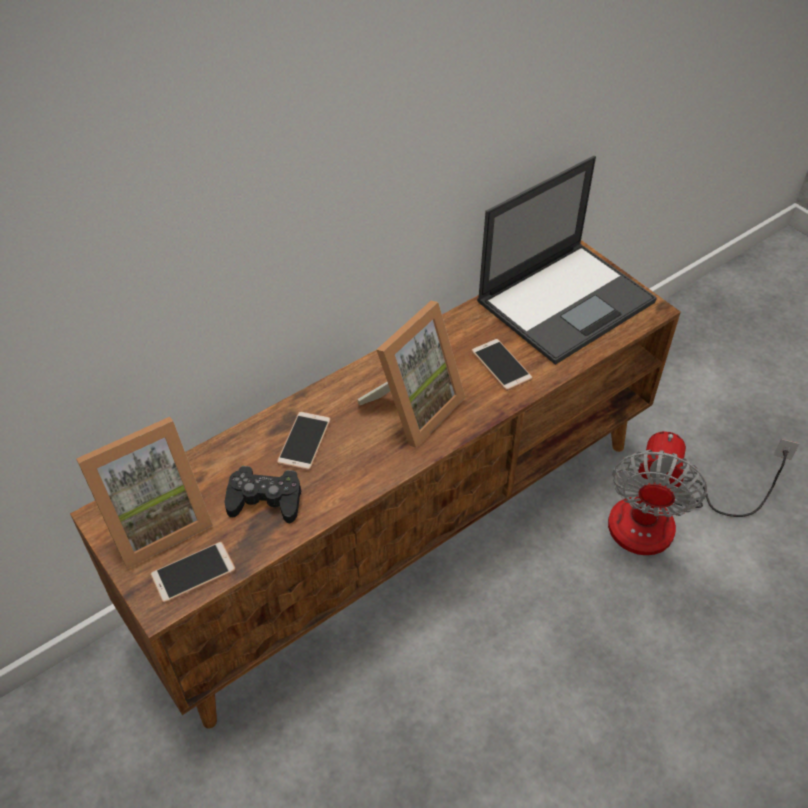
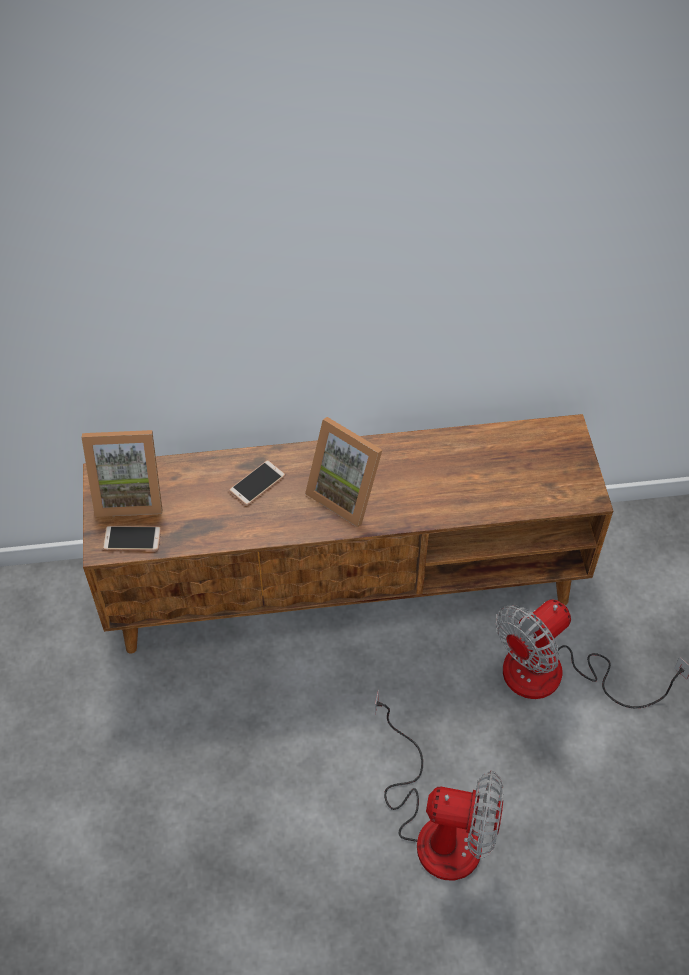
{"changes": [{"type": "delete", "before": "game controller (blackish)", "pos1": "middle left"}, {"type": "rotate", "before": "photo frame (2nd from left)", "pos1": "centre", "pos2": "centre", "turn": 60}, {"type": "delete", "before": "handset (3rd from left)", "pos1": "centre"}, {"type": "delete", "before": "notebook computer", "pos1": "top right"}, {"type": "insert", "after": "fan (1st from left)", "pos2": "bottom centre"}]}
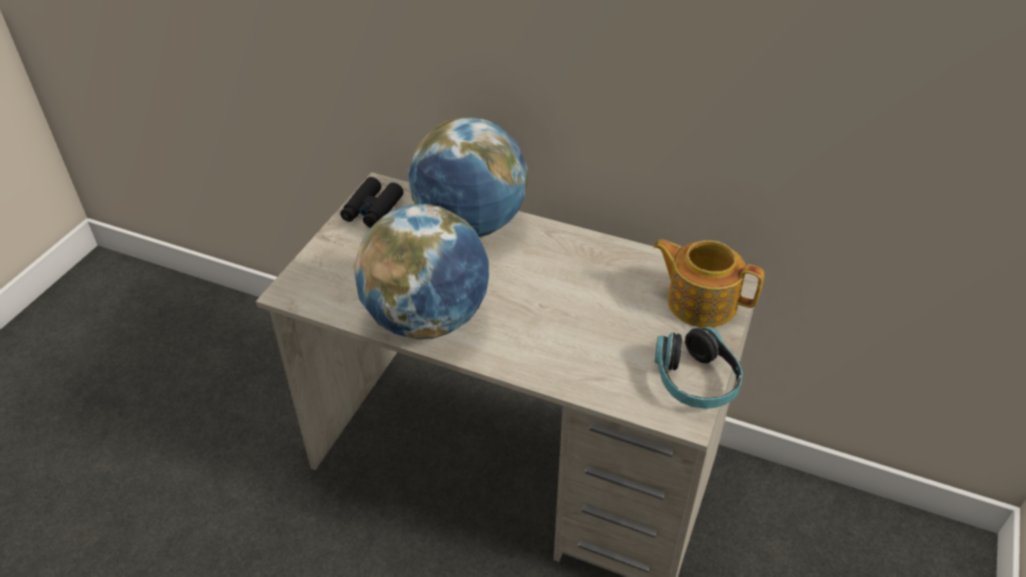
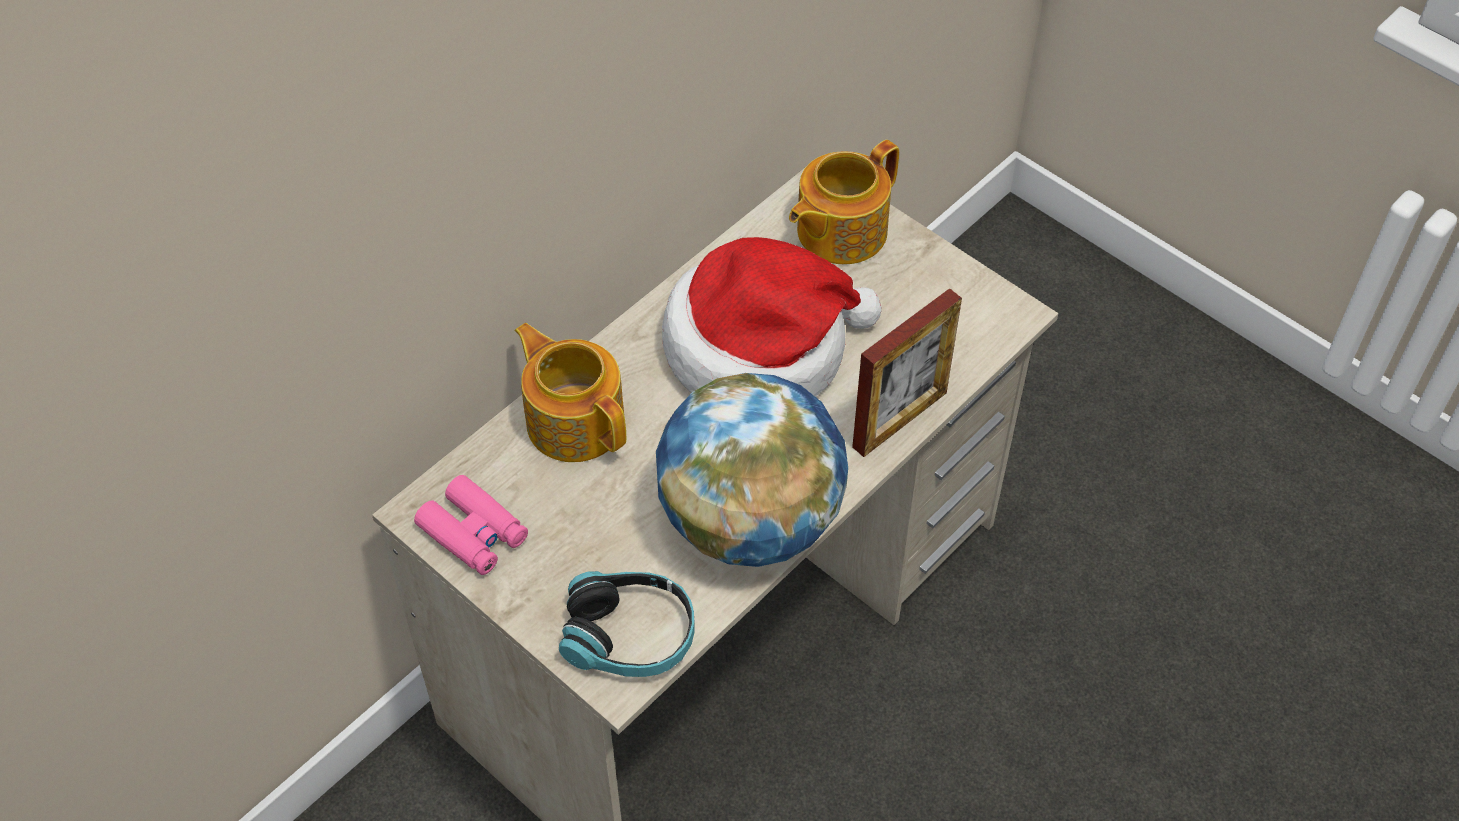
{"changes": [{"type": "recolor", "before": "pair of binoculars (blackish)", "after": "pair of binoculars (pink-coloured)", "pos1": "centre", "pos2": "middle left"}, {"type": "replace", "before": "globe (2nd from left)", "after": "tea pot (1st from left)", "pos1": "top centre", "pos2": "centre"}, {"type": "move", "before": "headphones", "pos1": "middle right", "pos2": "bottom centre"}, {"type": "insert", "after": "wearable hat", "pos2": "centre"}, {"type": "insert", "after": "photo frame", "pos2": "centre"}]}
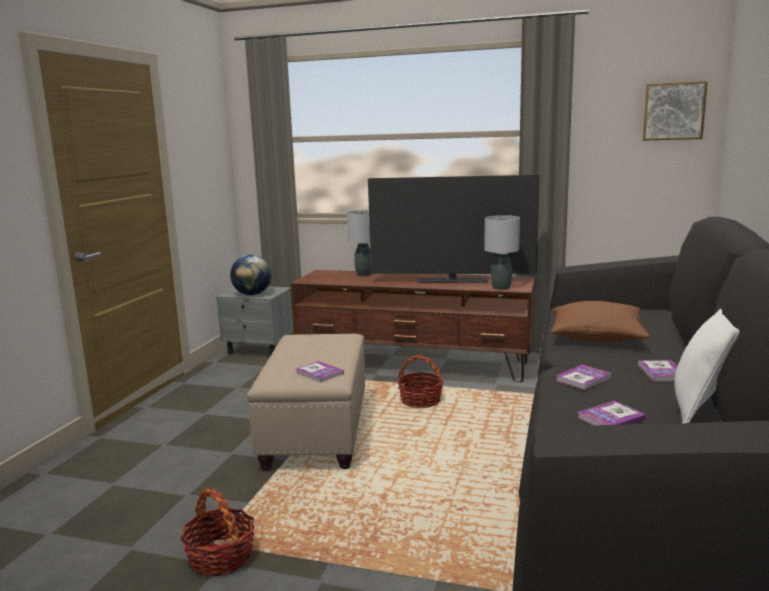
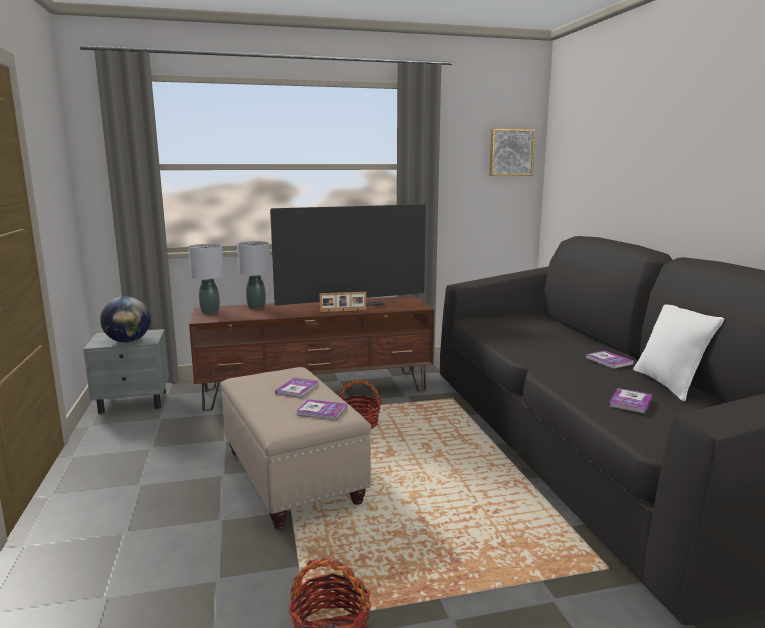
{"changes": [{"type": "move", "before": "tabletop lamp (greyish) (2nd from left in the first image)", "after": "tabletop lamp (greyish) (1st from left)", "pos1": "centre", "pos2": "middle left"}, {"type": "delete", "before": "pillow (brownish)", "pos1": "middle right"}, {"type": "move", "before": "volume (2nd from left in the first image)", "after": "volume (1st from left)", "pos1": "middle right", "pos2": "centre"}, {"type": "insert", "after": "photo frame", "pos2": "centre"}]}
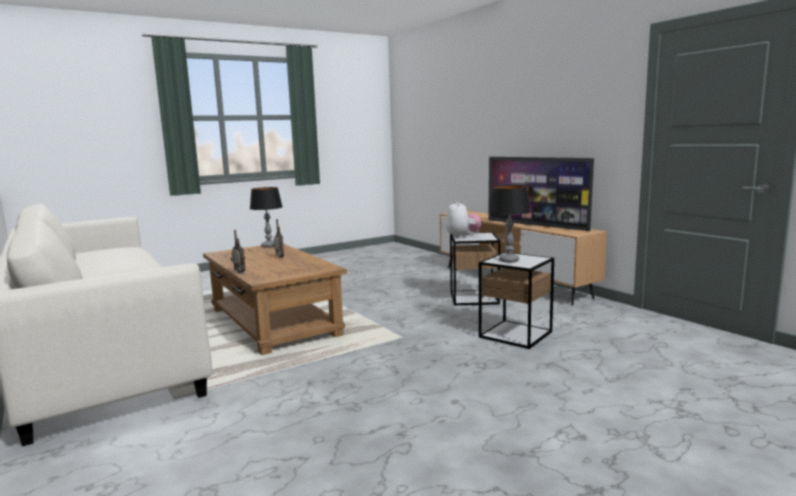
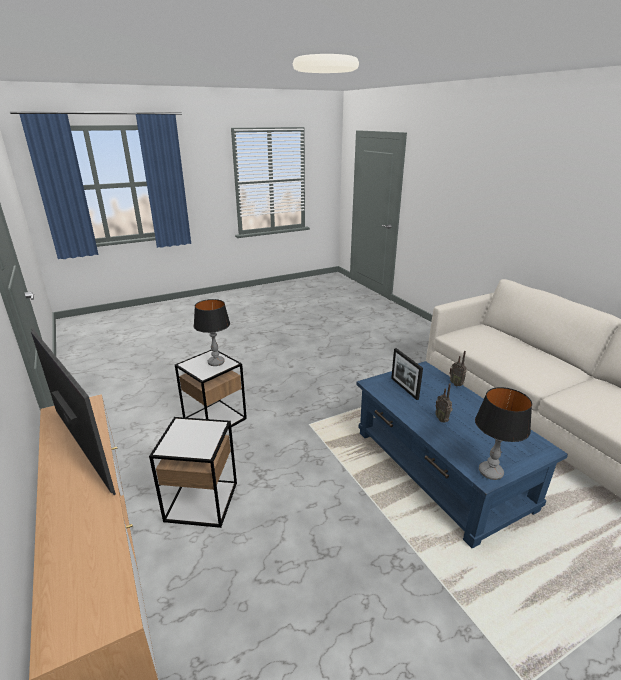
{"changes": [{"type": "recolor", "before": "low table (brownish)", "after": "low table (blue-coloured)", "pos1": "centre", "pos2": "bottom right"}, {"type": "delete", "before": "soft toy", "pos1": "centre"}, {"type": "insert", "after": "photo frame", "pos2": "centre"}]}
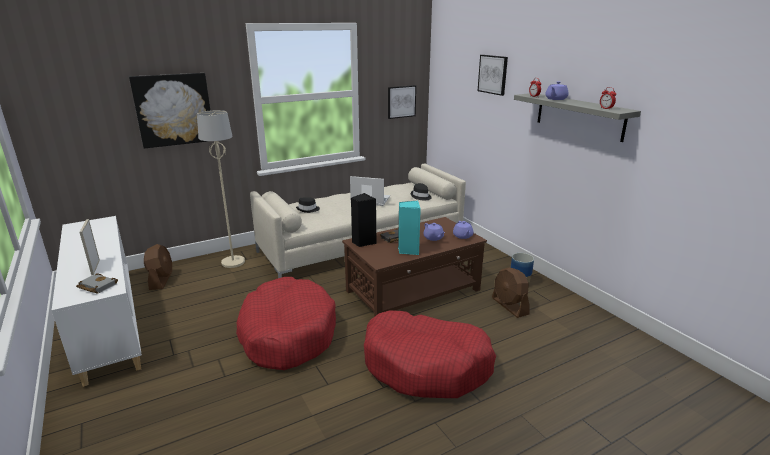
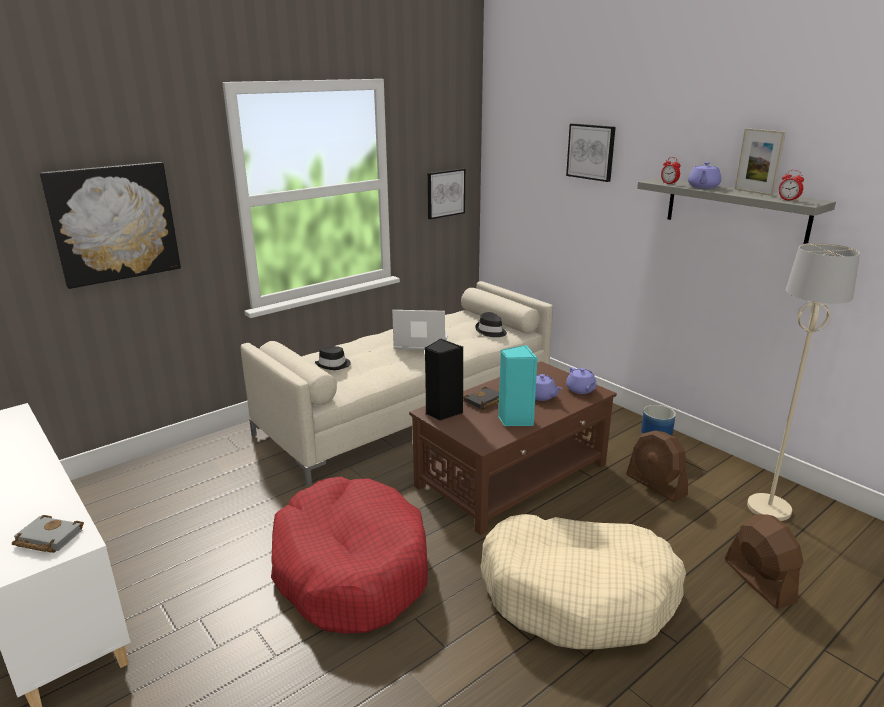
{"changes": [{"type": "move", "before": "photo frame", "pos1": "middle left", "pos2": "top right"}, {"type": "move", "before": "fan (brownish) (1st from left in the first image)", "after": "fan (brownish) (2nd from left)", "pos1": "middle left", "pos2": "bottom right"}, {"type": "move", "before": "standard lamp (sand-coloured)", "pos1": "middle left", "pos2": "middle right"}, {"type": "recolor", "before": "pet bed (red) (2nd from left)", "after": "pet bed (sand-coloured)", "pos1": "bottom centre", "pos2": "bottom centre"}]}
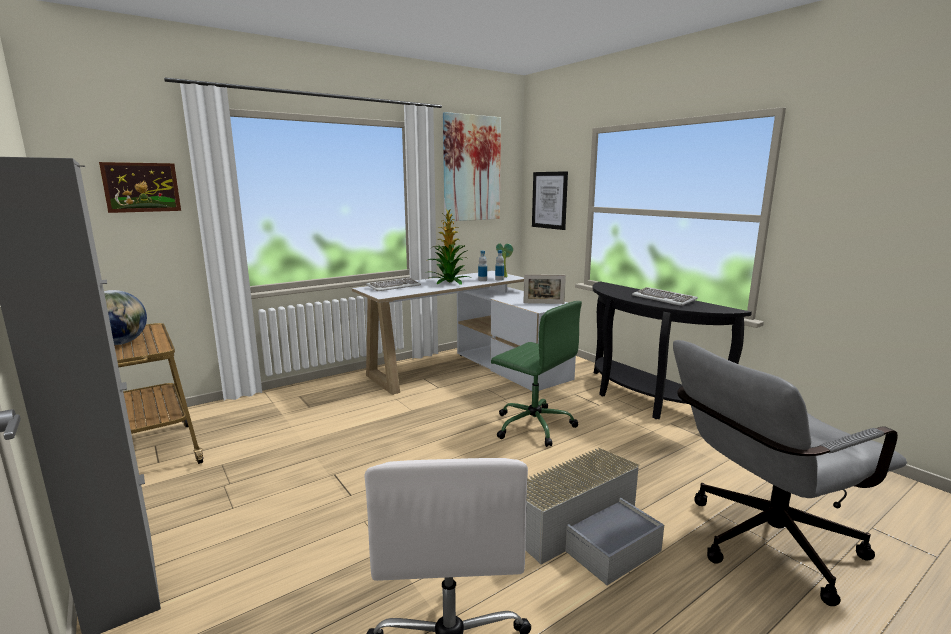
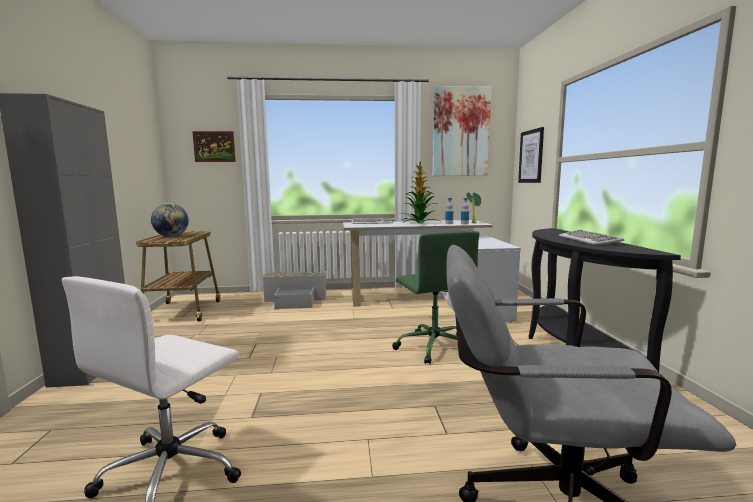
{"changes": [{"type": "delete", "before": "photo frame", "pos1": "centre"}, {"type": "move", "before": "storage box (greyish)", "pos1": "bottom centre", "pos2": "centre"}]}
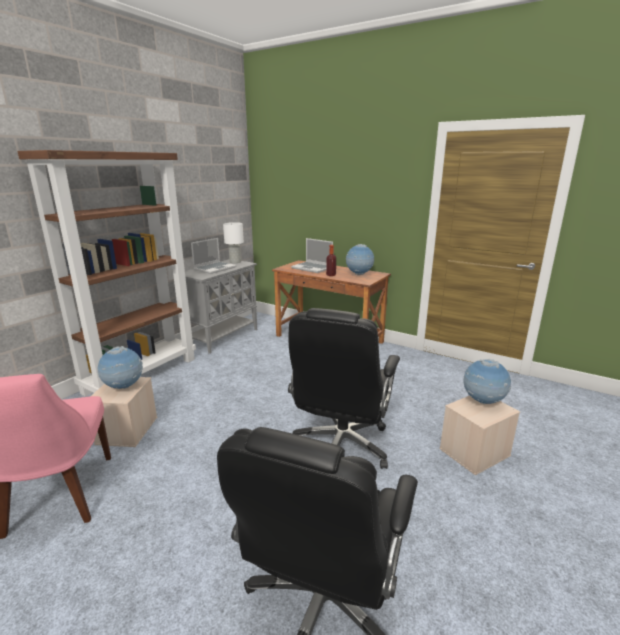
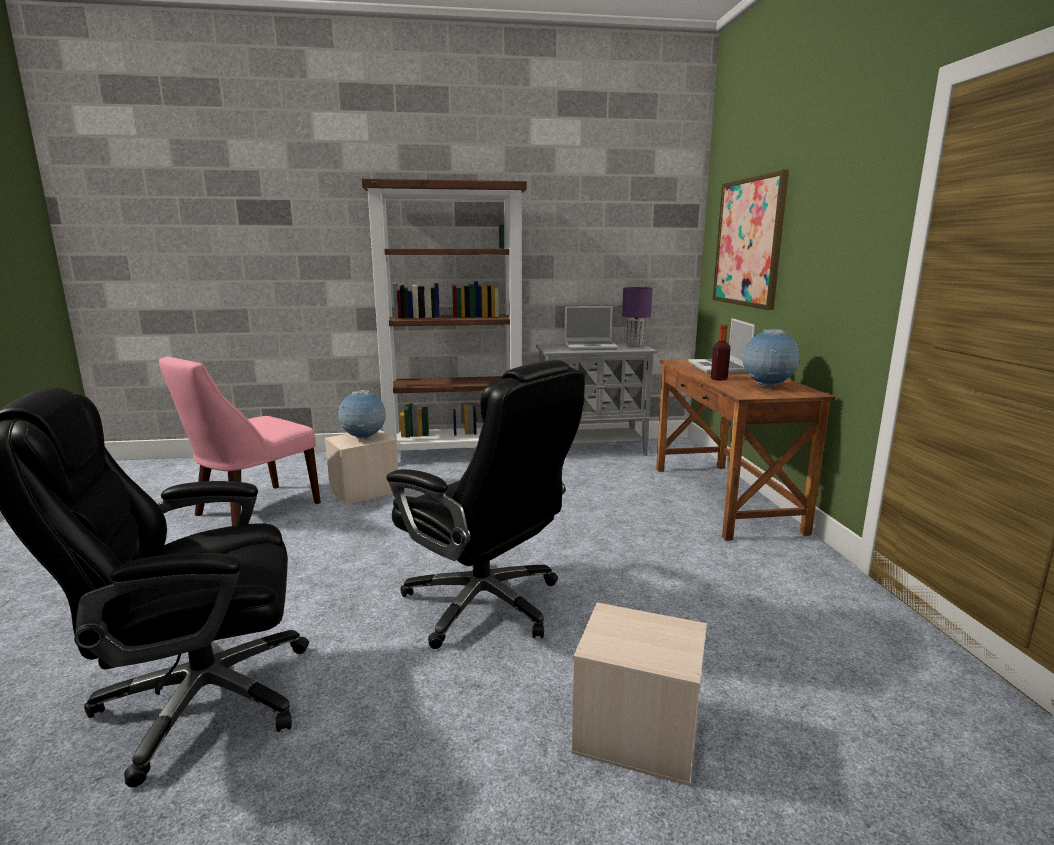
{"changes": [{"type": "recolor", "before": "tabletop lamp (whitish)", "after": "tabletop lamp (purplish)", "pos1": "centre", "pos2": "centre"}, {"type": "rotate", "before": "office chair (blackish) (2nd from left)", "pos1": "centre", "pos2": "centre", "turn": -120}, {"type": "delete", "before": "globe (3rd from left)", "pos1": "middle right"}, {"type": "insert", "after": "wall art", "pos2": "top right"}]}
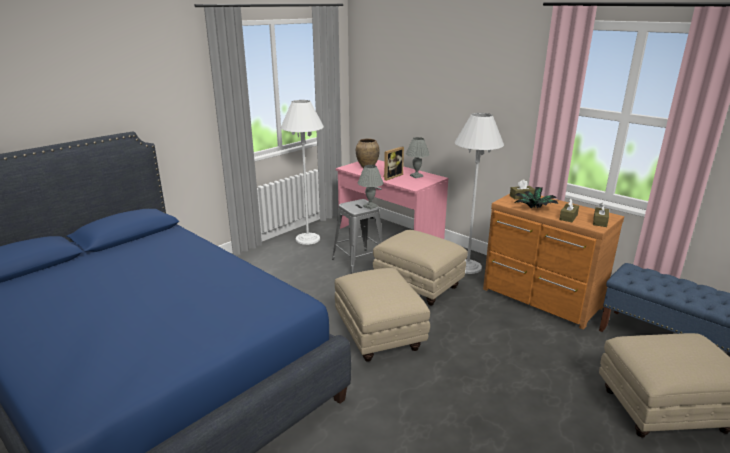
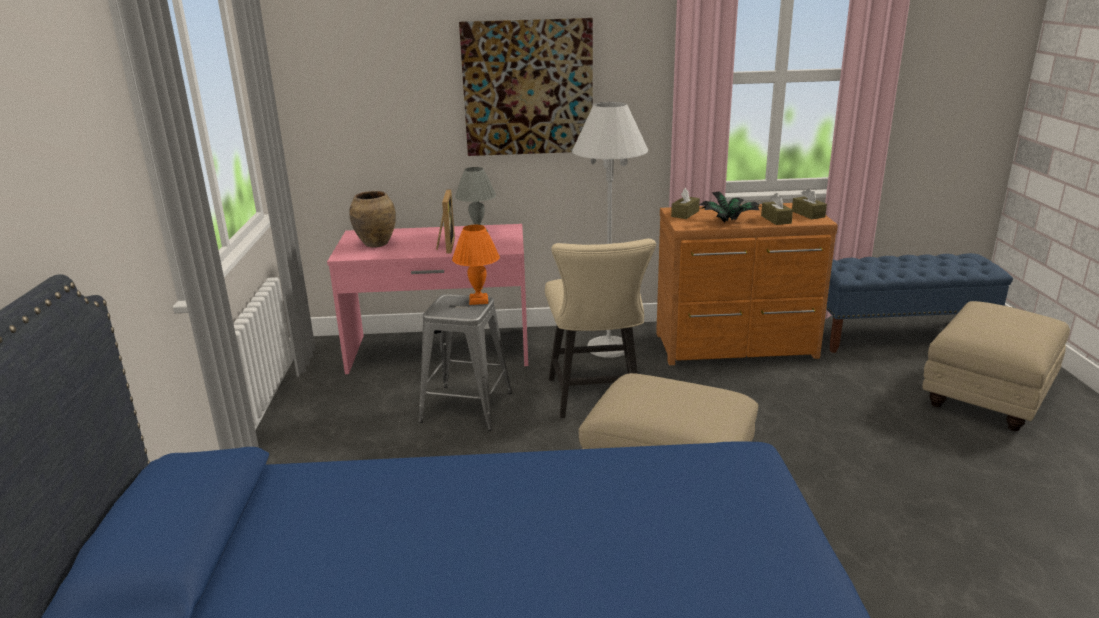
{"changes": [{"type": "delete", "before": "standard lamp (whitish) (1st from left)", "pos1": "centre"}, {"type": "recolor", "before": "tabletop lamp (greyish) (1st from left)", "after": "tabletop lamp (orangey)", "pos1": "centre", "pos2": "centre"}, {"type": "replace", "before": "footrest (sand-coloured) (2nd from left)", "after": "upright chair (sand-coloured)", "pos1": "centre", "pos2": "centre"}, {"type": "insert", "after": "wall art", "pos2": "top centre"}]}
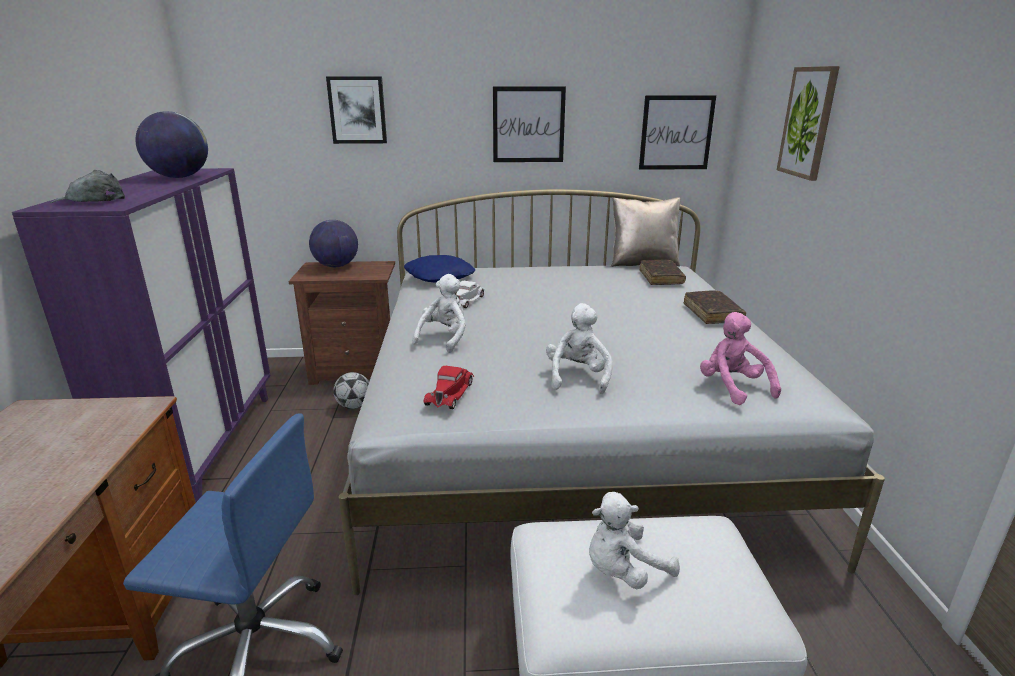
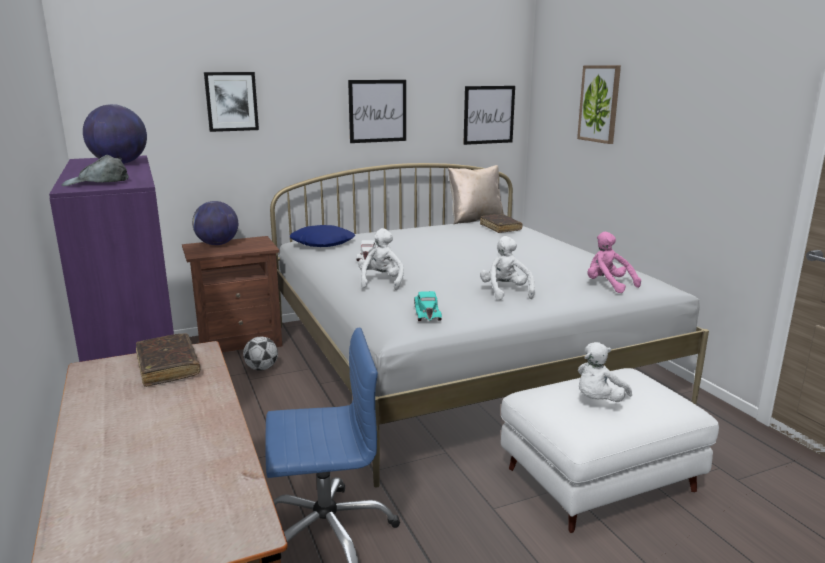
{"changes": [{"type": "recolor", "before": "toy car (red)", "after": "toy car (turquoise)", "pos1": "centre", "pos2": "centre"}, {"type": "move", "before": "volume (brownish) (2nd from left in the first image)", "after": "volume (brownish) (1st from left)", "pos1": "middle right", "pos2": "middle left"}]}
